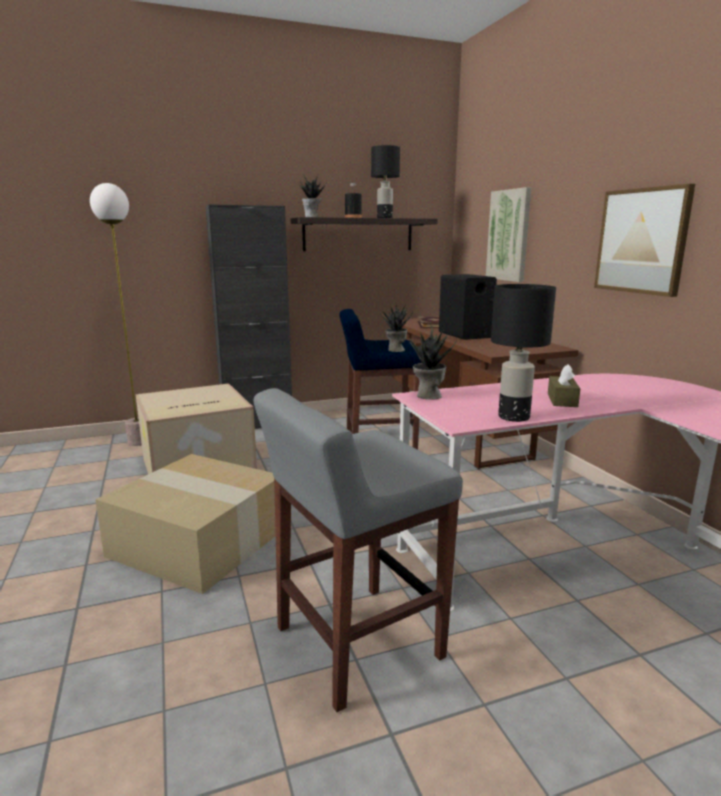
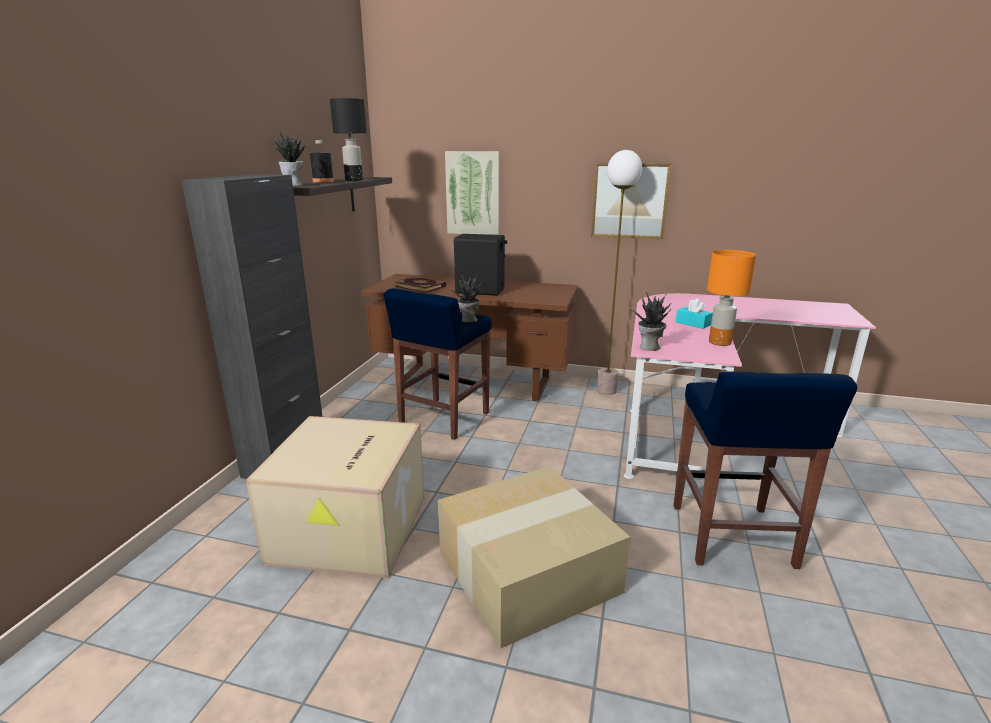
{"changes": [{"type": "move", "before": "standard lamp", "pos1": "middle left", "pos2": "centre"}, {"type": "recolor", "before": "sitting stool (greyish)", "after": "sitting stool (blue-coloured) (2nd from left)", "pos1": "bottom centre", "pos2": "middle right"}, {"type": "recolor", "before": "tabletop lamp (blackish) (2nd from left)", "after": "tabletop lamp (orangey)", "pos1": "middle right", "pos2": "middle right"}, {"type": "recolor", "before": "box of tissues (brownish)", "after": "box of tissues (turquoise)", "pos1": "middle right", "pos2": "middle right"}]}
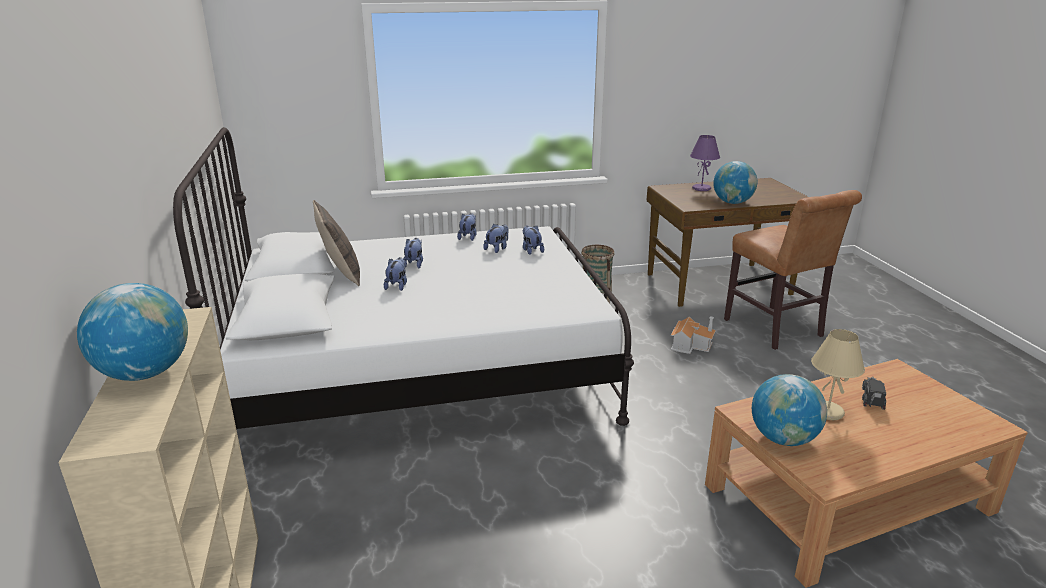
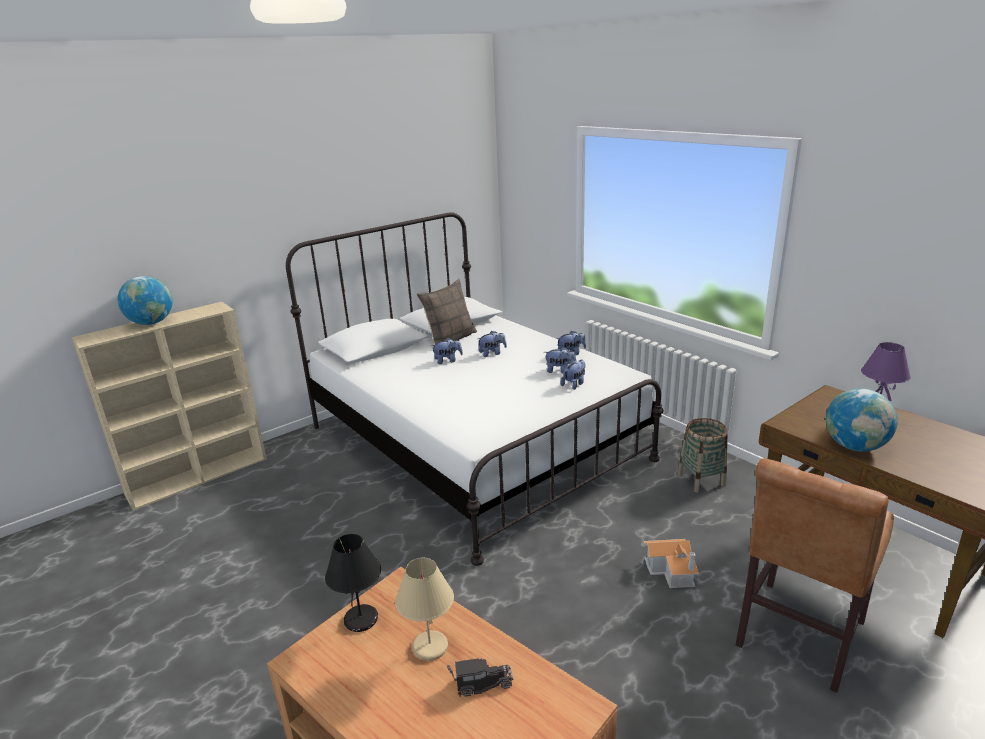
{"changes": [{"type": "replace", "before": "globe (3rd from left)", "after": "tabletop lamp (blackish)", "pos1": "bottom right", "pos2": "bottom centre"}]}
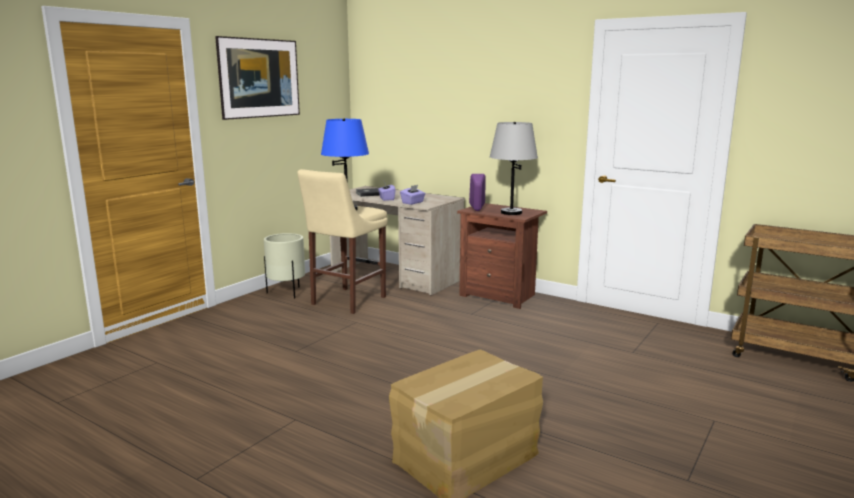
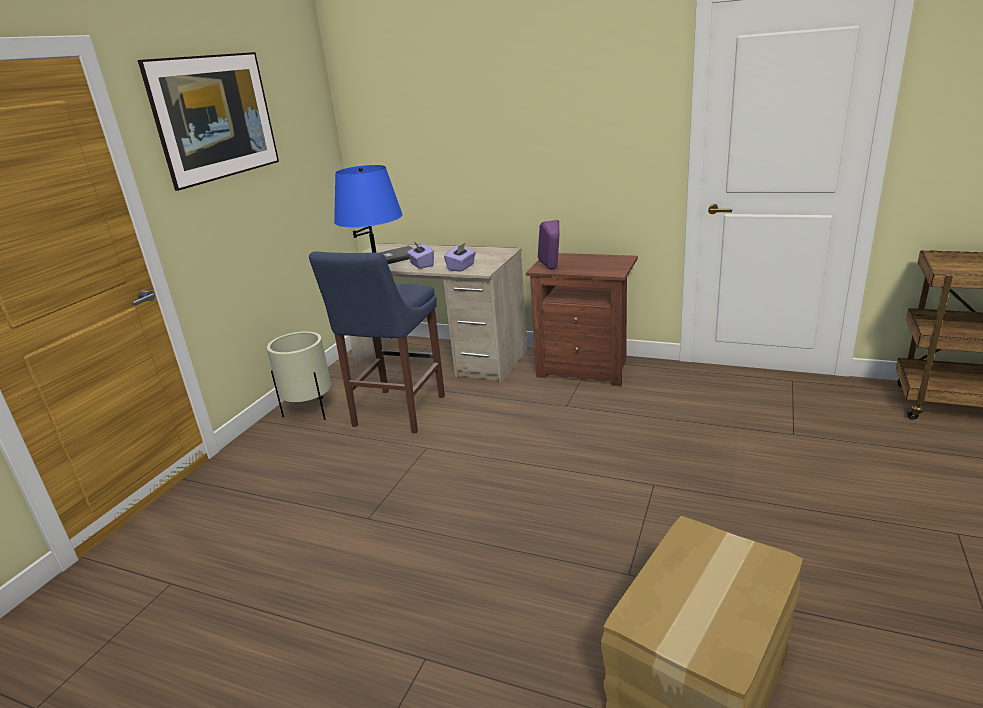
{"changes": [{"type": "recolor", "before": "sitting stool (sand-coloured)", "after": "sitting stool (blue-coloured)", "pos1": "centre", "pos2": "centre"}, {"type": "delete", "before": "tabletop lamp (greyish)", "pos1": "centre"}]}
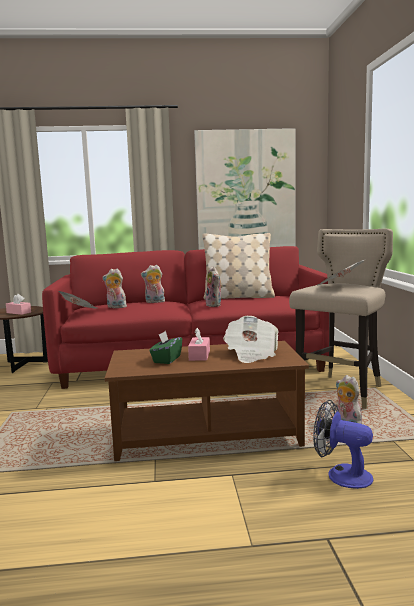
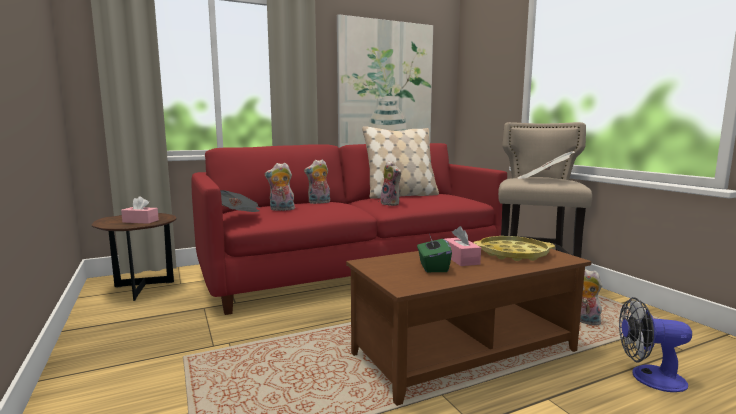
{"changes": [{"type": "replace", "before": "daily paper (2nd from left)", "after": "carrying tray (yellow-coloured)", "pos1": "centre", "pos2": "middle right"}]}
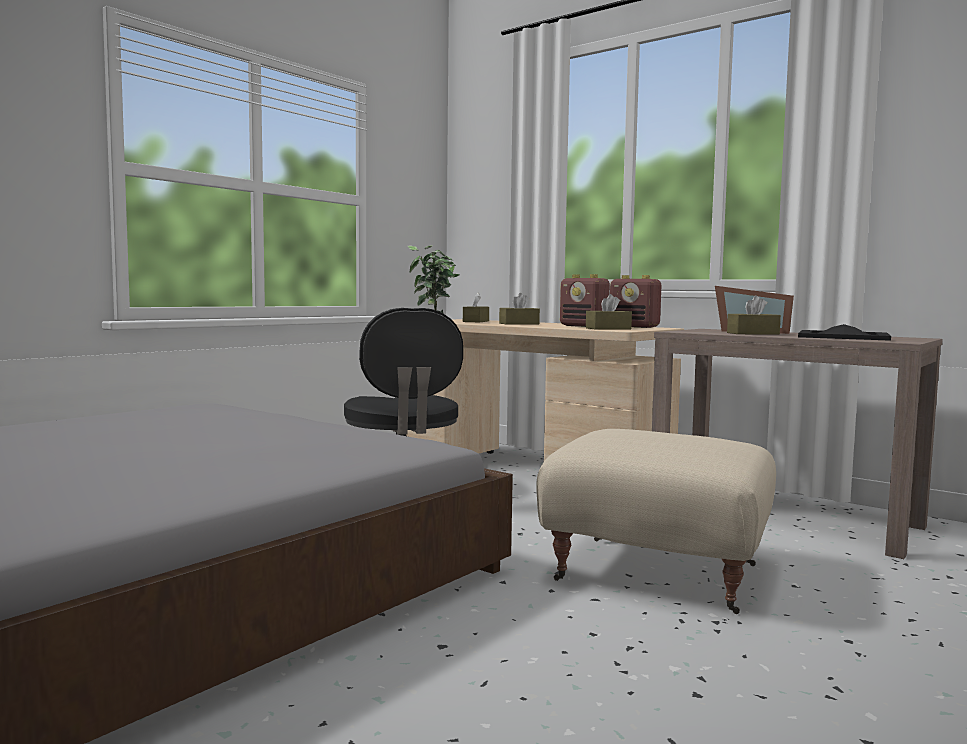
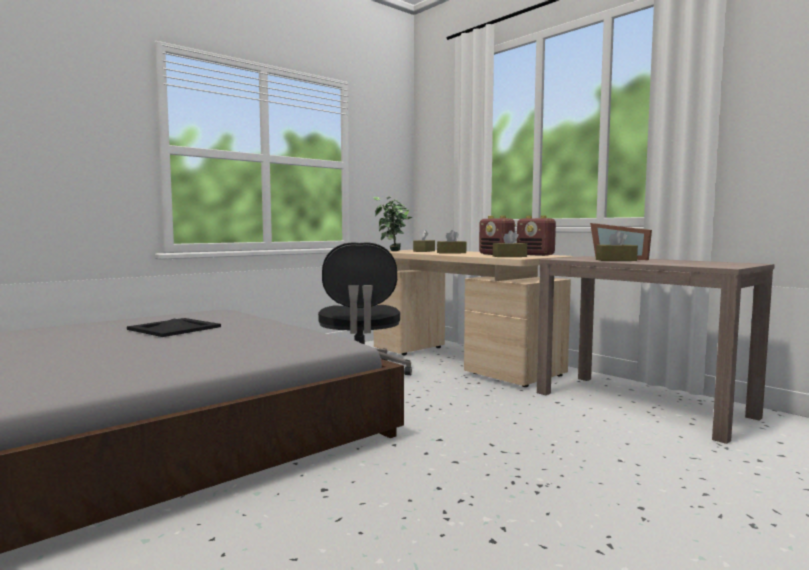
{"changes": [{"type": "delete", "before": "footrest (sand-coloured)", "pos1": "bottom right"}, {"type": "move", "before": "carrying tray (blackish)", "pos1": "middle right", "pos2": "middle left"}]}
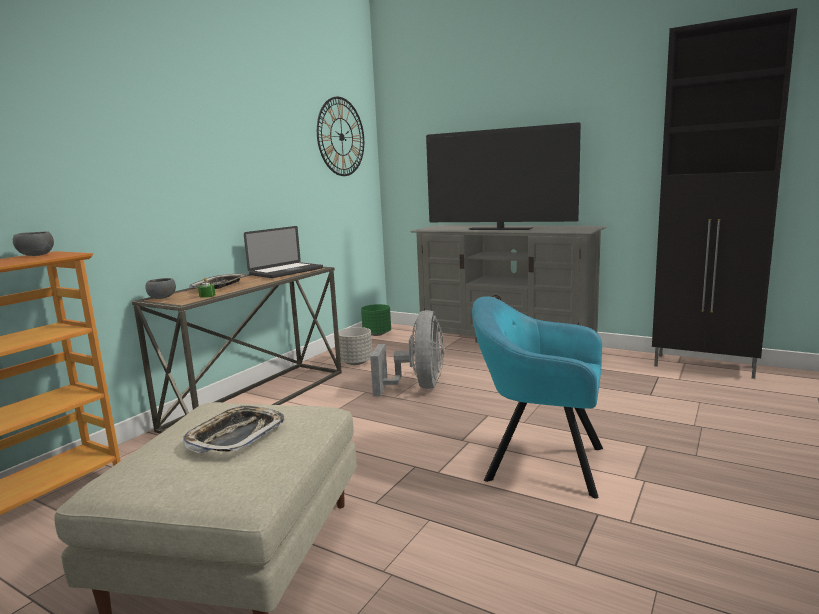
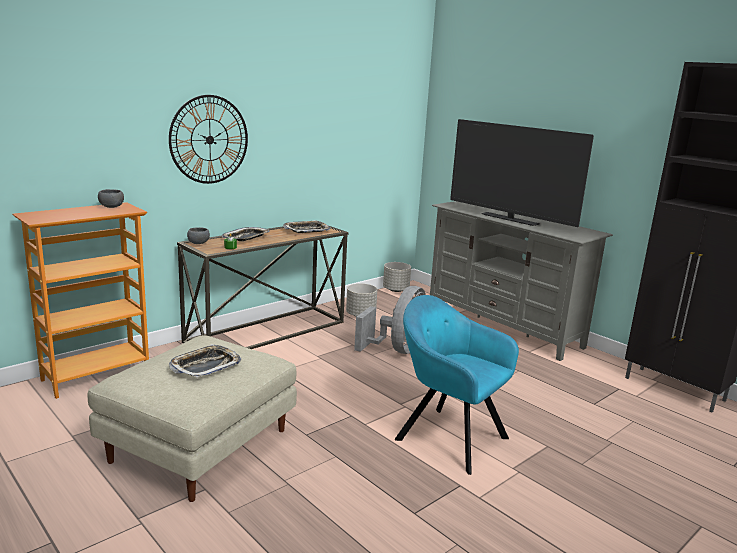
{"changes": [{"type": "replace", "before": "notebook computer", "after": "carrying tray (3rd from left)", "pos1": "centre", "pos2": "centre"}, {"type": "move", "before": "hanging clock", "pos1": "top centre", "pos2": "top left"}, {"type": "recolor", "before": "plant pot (green)", "after": "plant pot (greyish) (2nd from left)", "pos1": "centre", "pos2": "centre"}]}
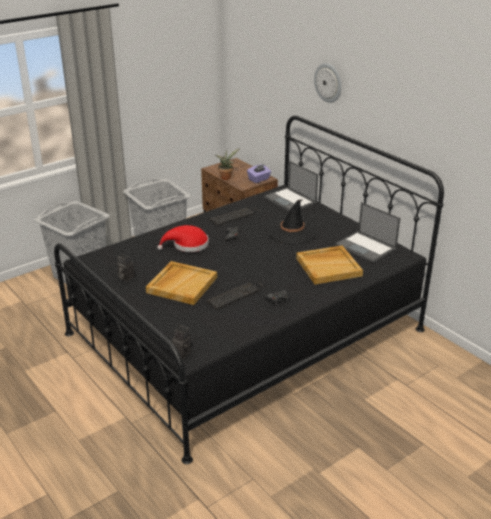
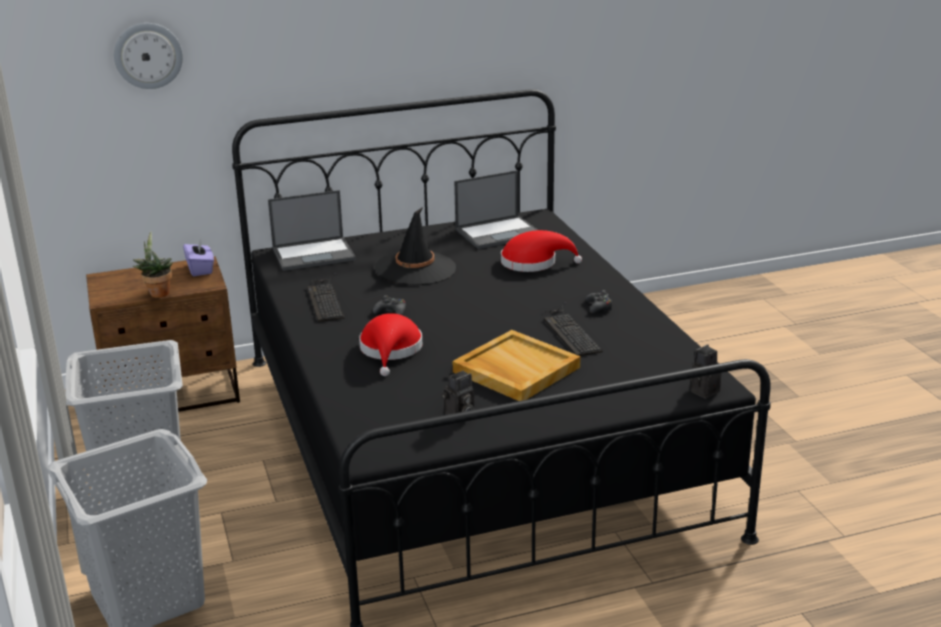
{"changes": [{"type": "replace", "before": "carrying tray (sand-coloured) (2nd from left)", "after": "wearable hat (red) (2nd from left)", "pos1": "middle right", "pos2": "centre"}, {"type": "move", "before": "hanging clock", "pos1": "top right", "pos2": "top left"}]}
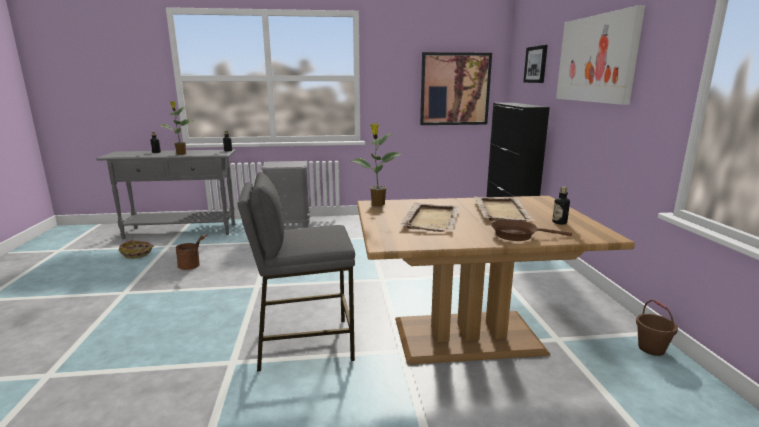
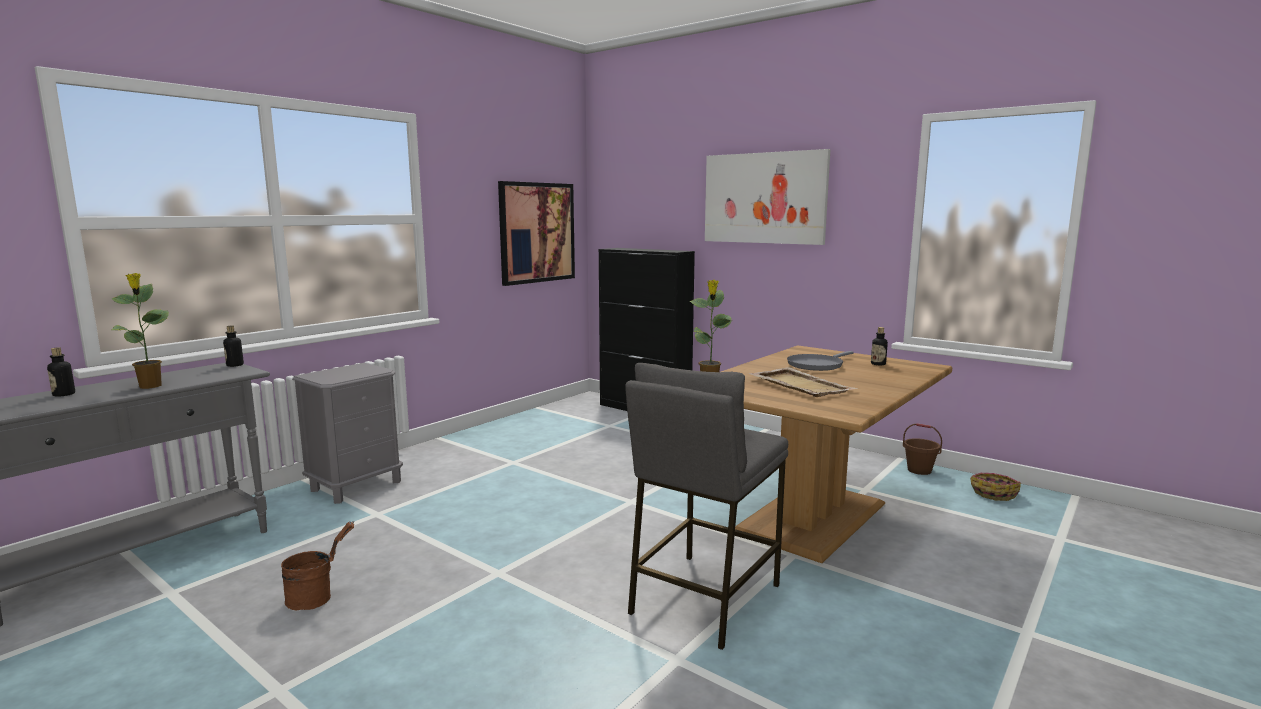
{"changes": [{"type": "move", "before": "household basket", "pos1": "middle left", "pos2": "bottom right"}, {"type": "replace", "before": "carrying tray (sand-coloured) (2nd from left)", "after": "frying pan (greyish)", "pos1": "centre", "pos2": "centre"}, {"type": "delete", "before": "frying pan (brownish)", "pos1": "middle right"}, {"type": "delete", "before": "wall art (2nd from left)", "pos1": "top right"}]}
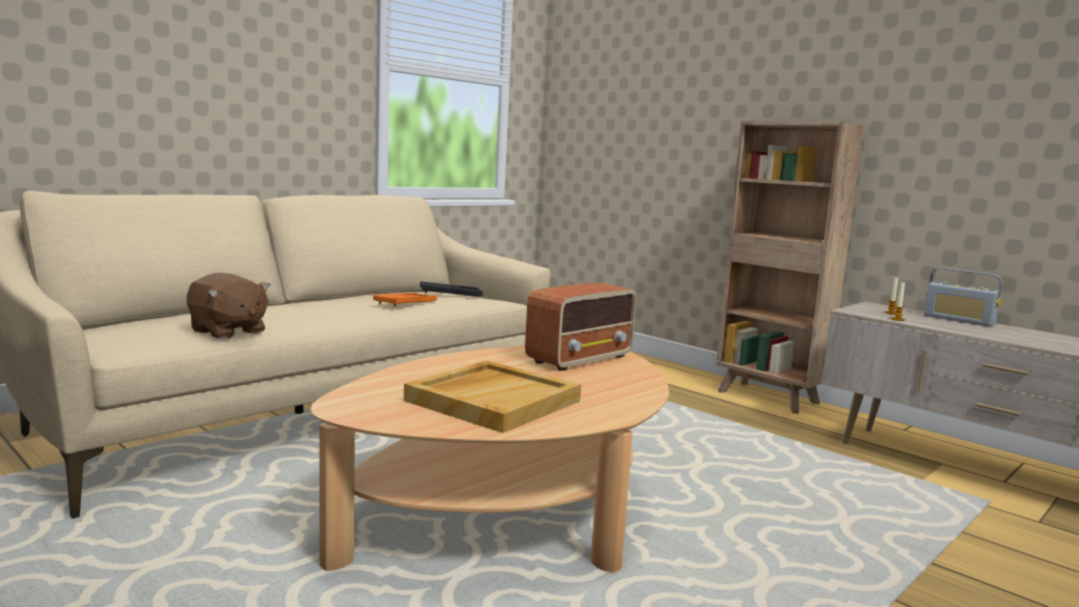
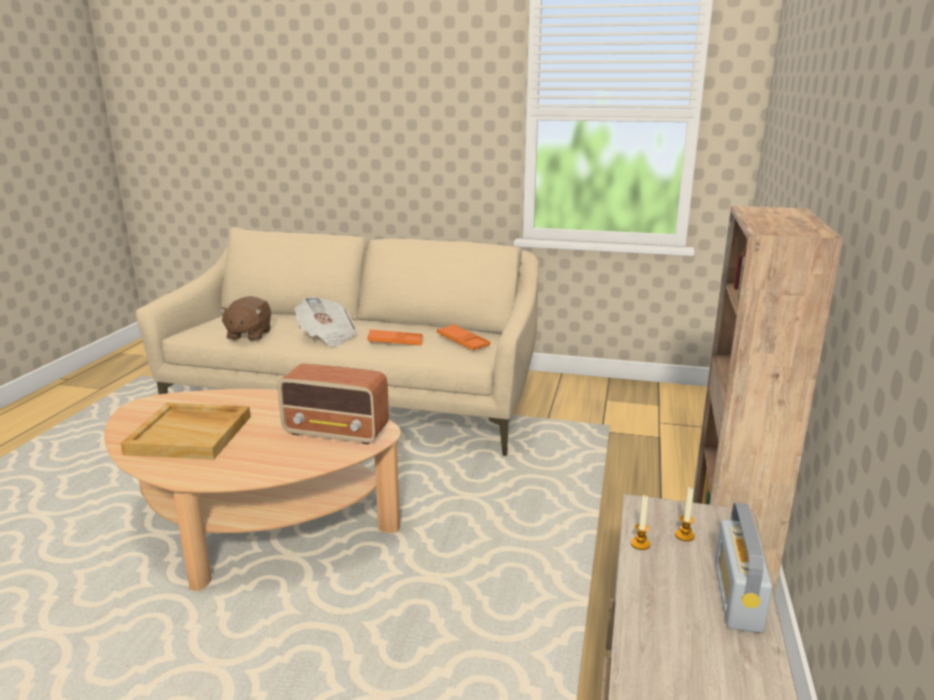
{"changes": [{"type": "recolor", "before": "carrying tray (blackish)", "after": "carrying tray (orangey) (2nd from left)", "pos1": "centre", "pos2": "centre"}, {"type": "insert", "after": "daily paper", "pos2": "centre"}]}
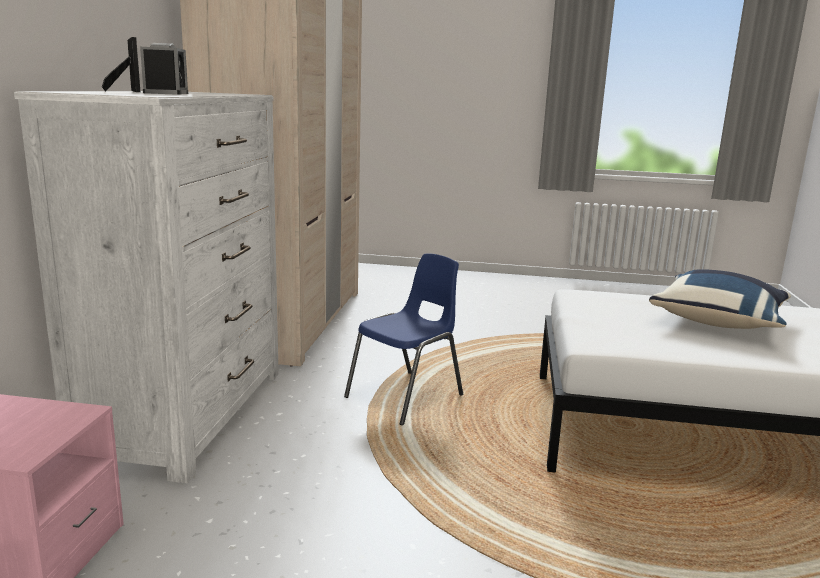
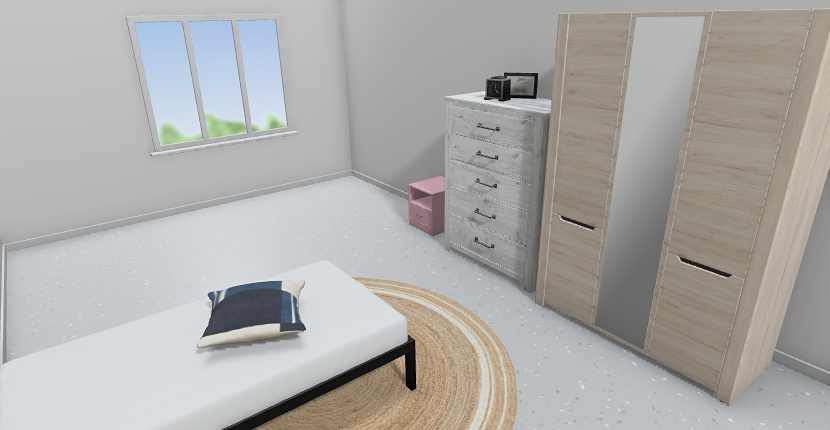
{"changes": [{"type": "delete", "before": "upright chair (blue-coloured)", "pos1": "centre"}]}
